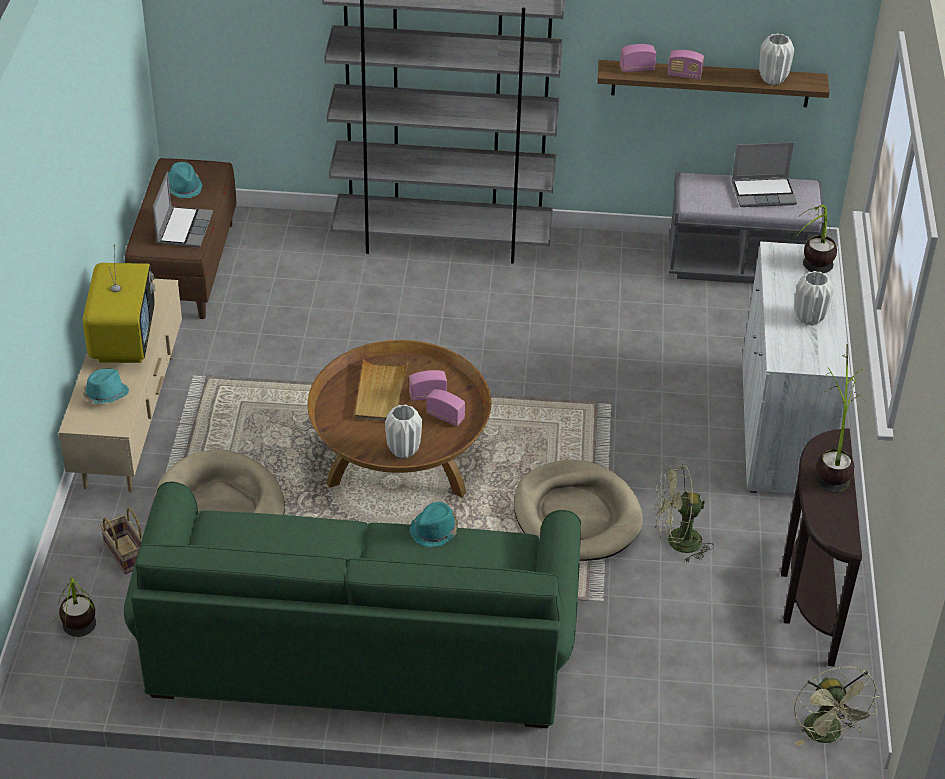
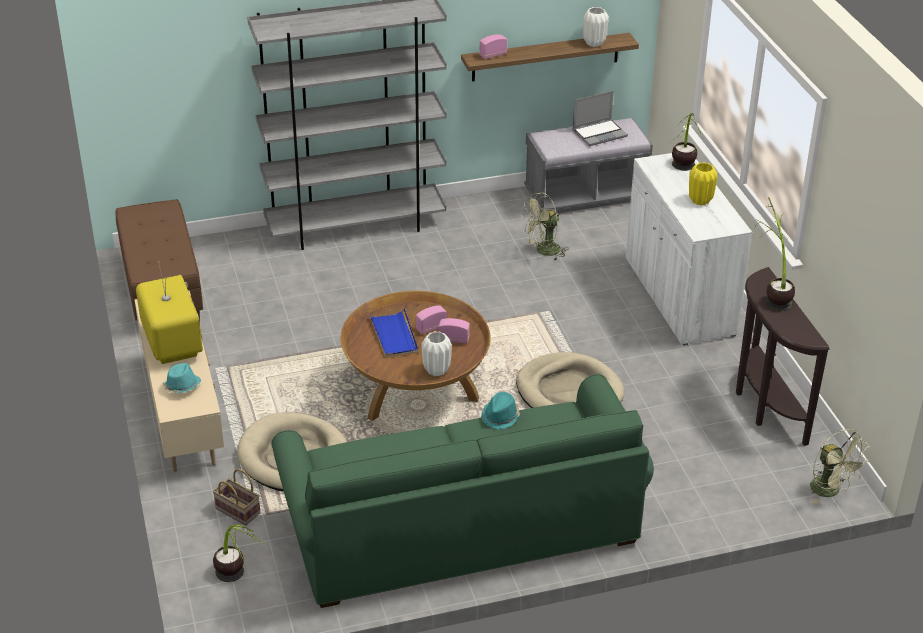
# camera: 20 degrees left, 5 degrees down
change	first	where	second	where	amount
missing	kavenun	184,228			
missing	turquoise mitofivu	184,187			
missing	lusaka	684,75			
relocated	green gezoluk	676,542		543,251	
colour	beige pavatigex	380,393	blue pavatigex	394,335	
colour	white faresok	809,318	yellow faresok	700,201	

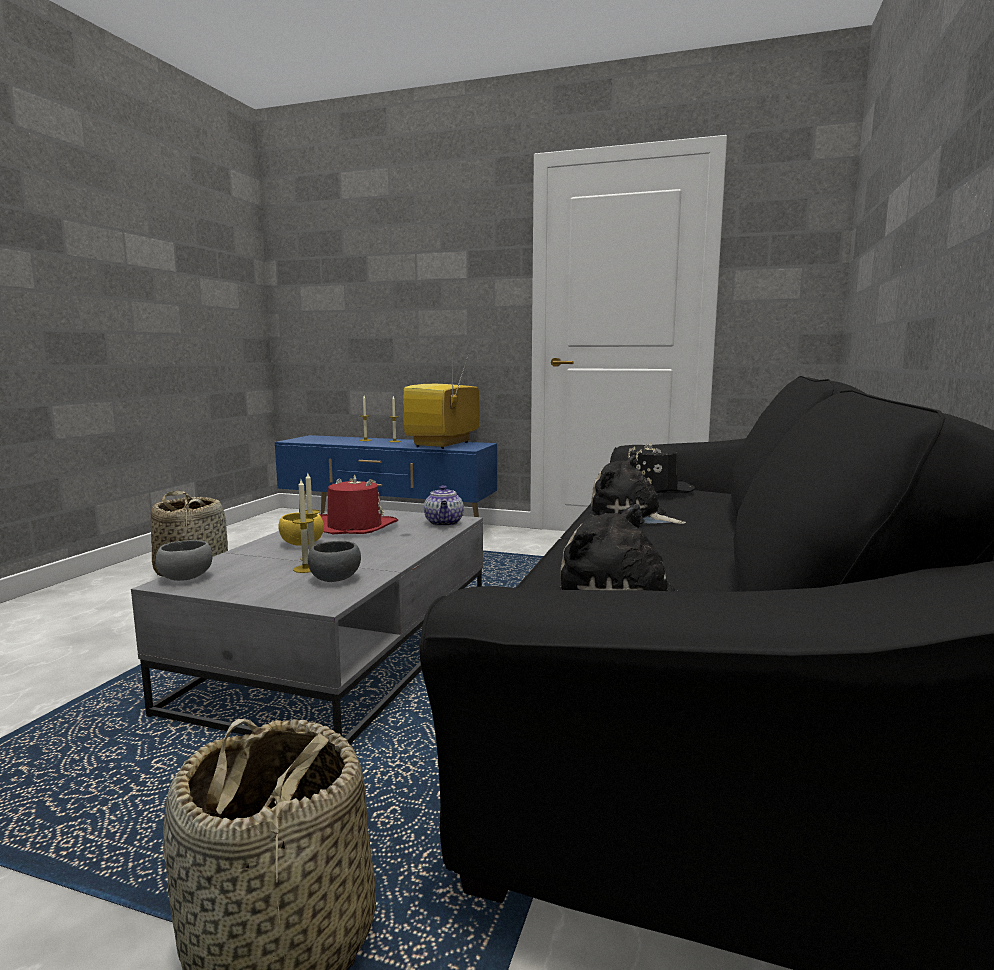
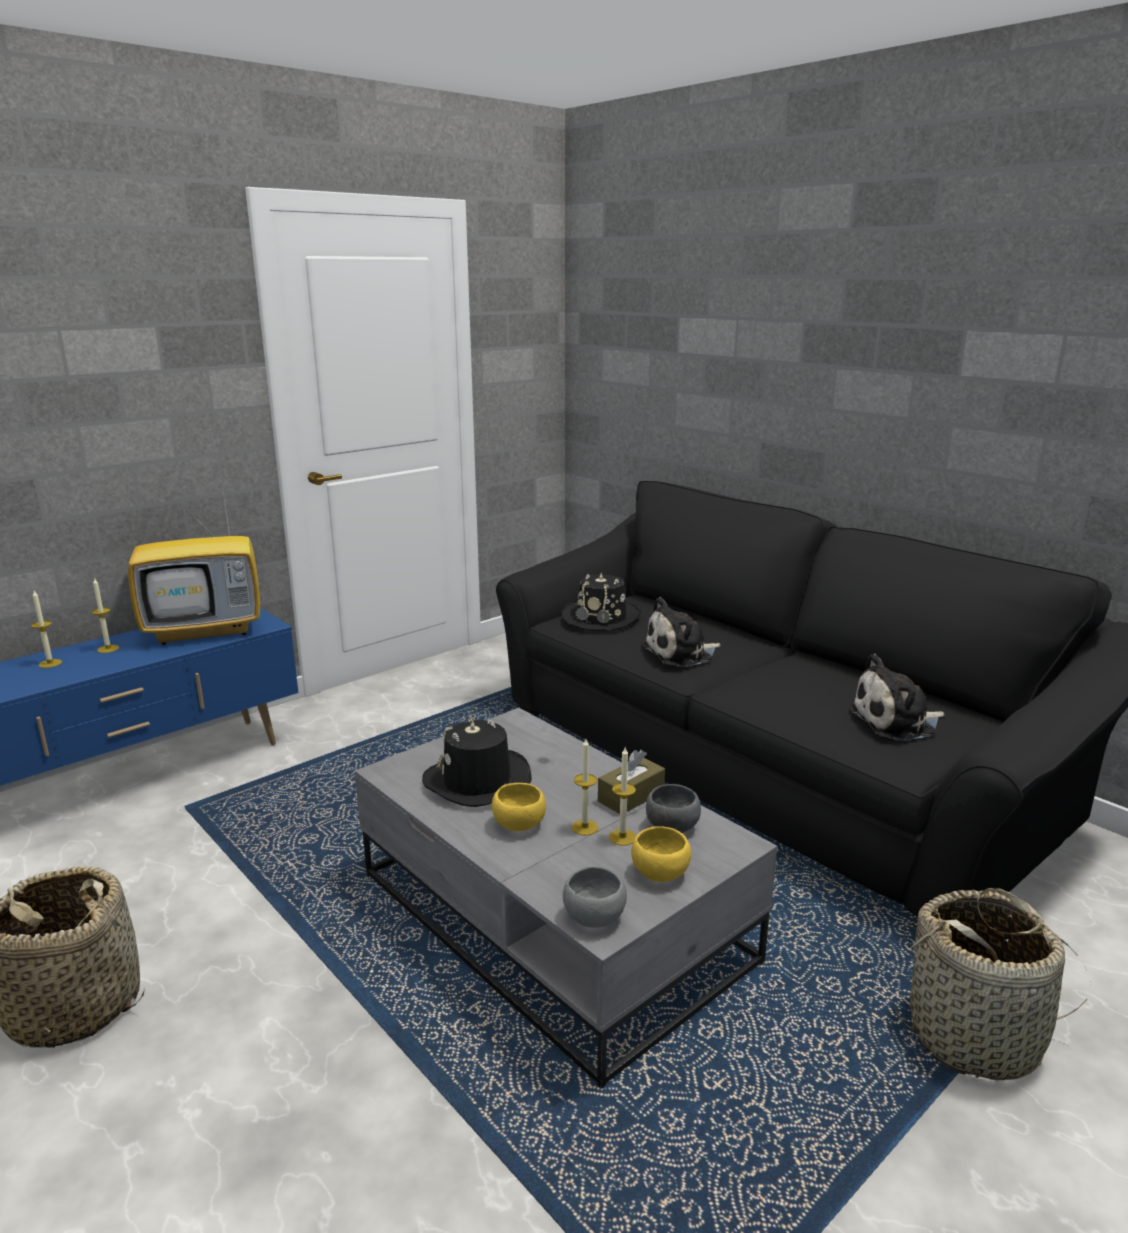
# camera: 60 degrees left, 10 degrees up
change	first	where	second	where	amount
missing	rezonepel	444,523			
appeared			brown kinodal	631,796	
appeared			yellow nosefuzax	660,872	
colour	red mitofivu	354,527	black mitofivu	477,781	
spun	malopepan	443,445		207,630	75 degrees counterclockwise

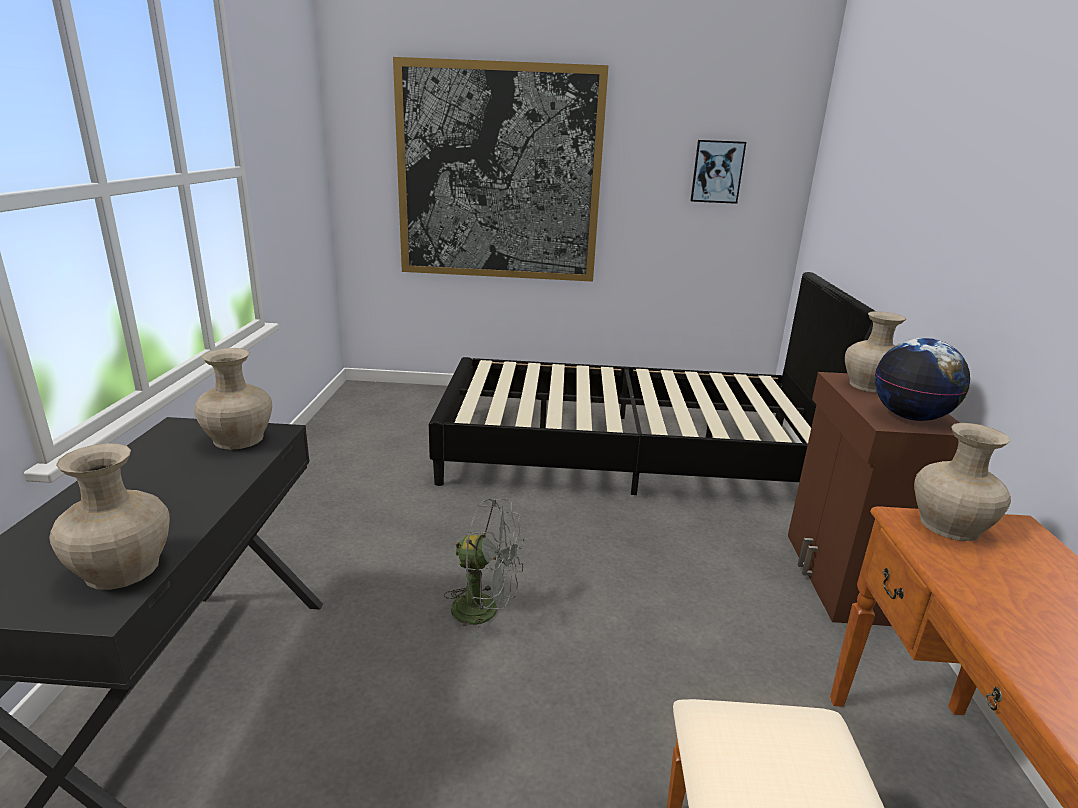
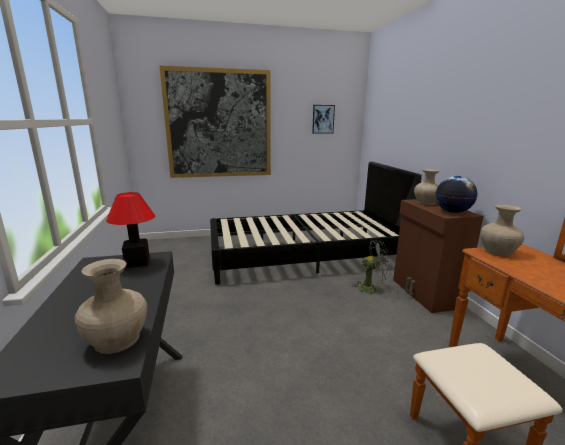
# camera: 15 degrees left, 5 degrees down
change	first	where	second	where	amount
relocated	grey gezoluk	485,610		371,288	
exchanged	beige faresok	237,439	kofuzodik	137,263	

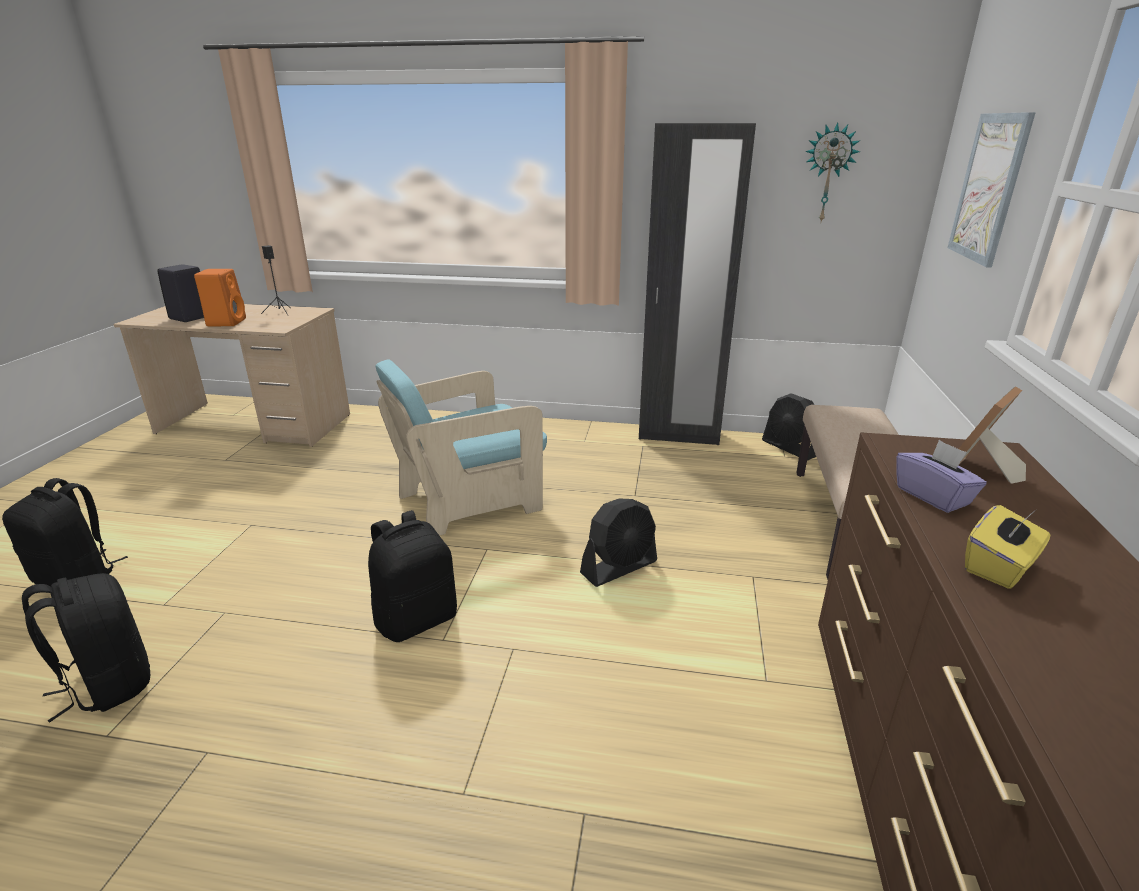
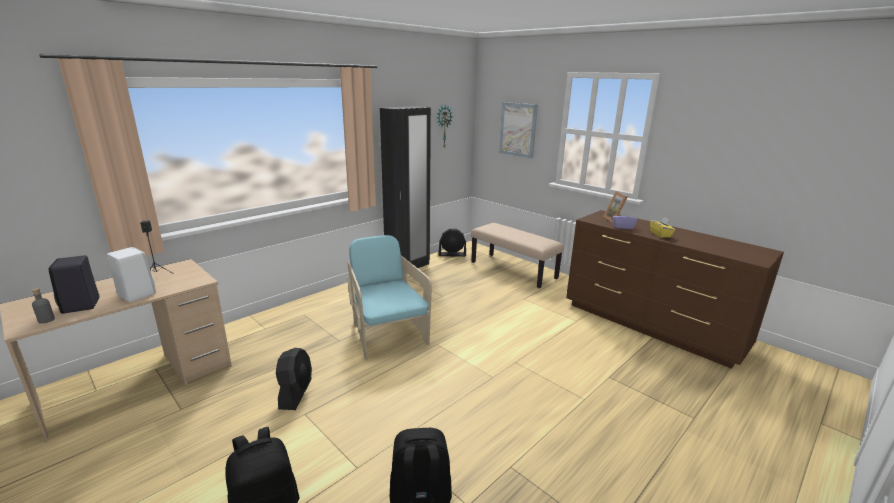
# camera: 55 degrees left, 5 degrees down
change	first	where	second	where	amount
missing	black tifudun	417,619			
appeared			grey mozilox	46,320	
relocated	black gezoluk	619,567		296,393	
colour	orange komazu	227,322	white komazu	136,294	
spun	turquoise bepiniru	469,501		387,334	150 degrees clockwise

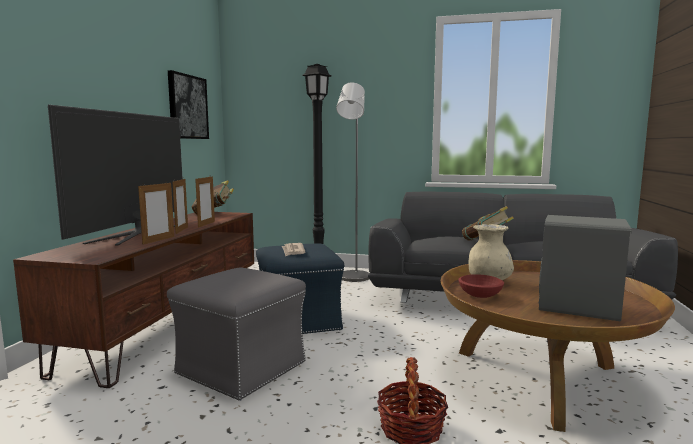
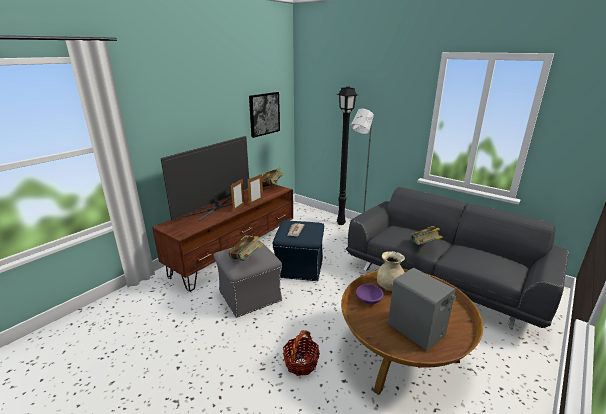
# camera: 25 degrees right, 15 degrees up
change	first	where	second	where	amount
missing	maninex	159,240			
appeared			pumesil	246,259	
colour	red nosefuzax	481,295	purple nosefuzax	369,300	

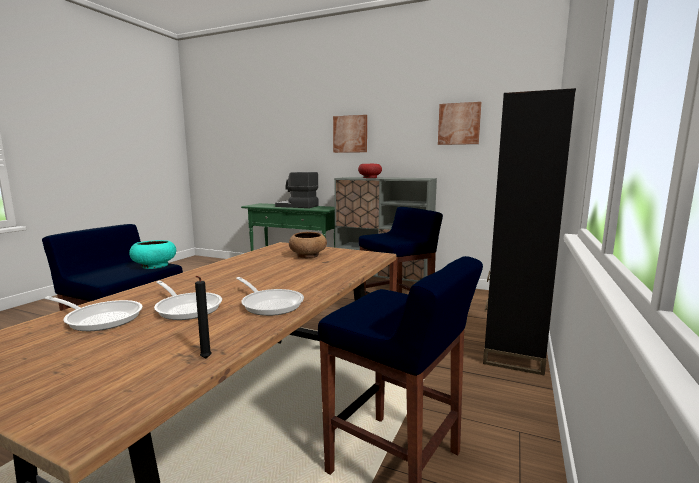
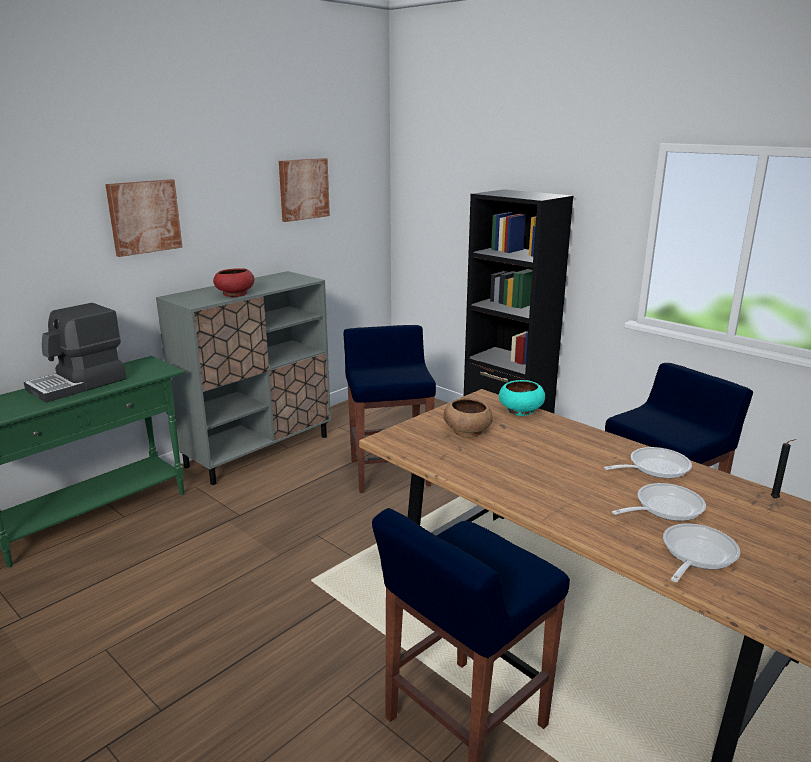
# camera: 70 degrees left, 10 degrees up
change	first	where	second	where	amount
relocated	turquoise nosefuzax	154,266		520,411	

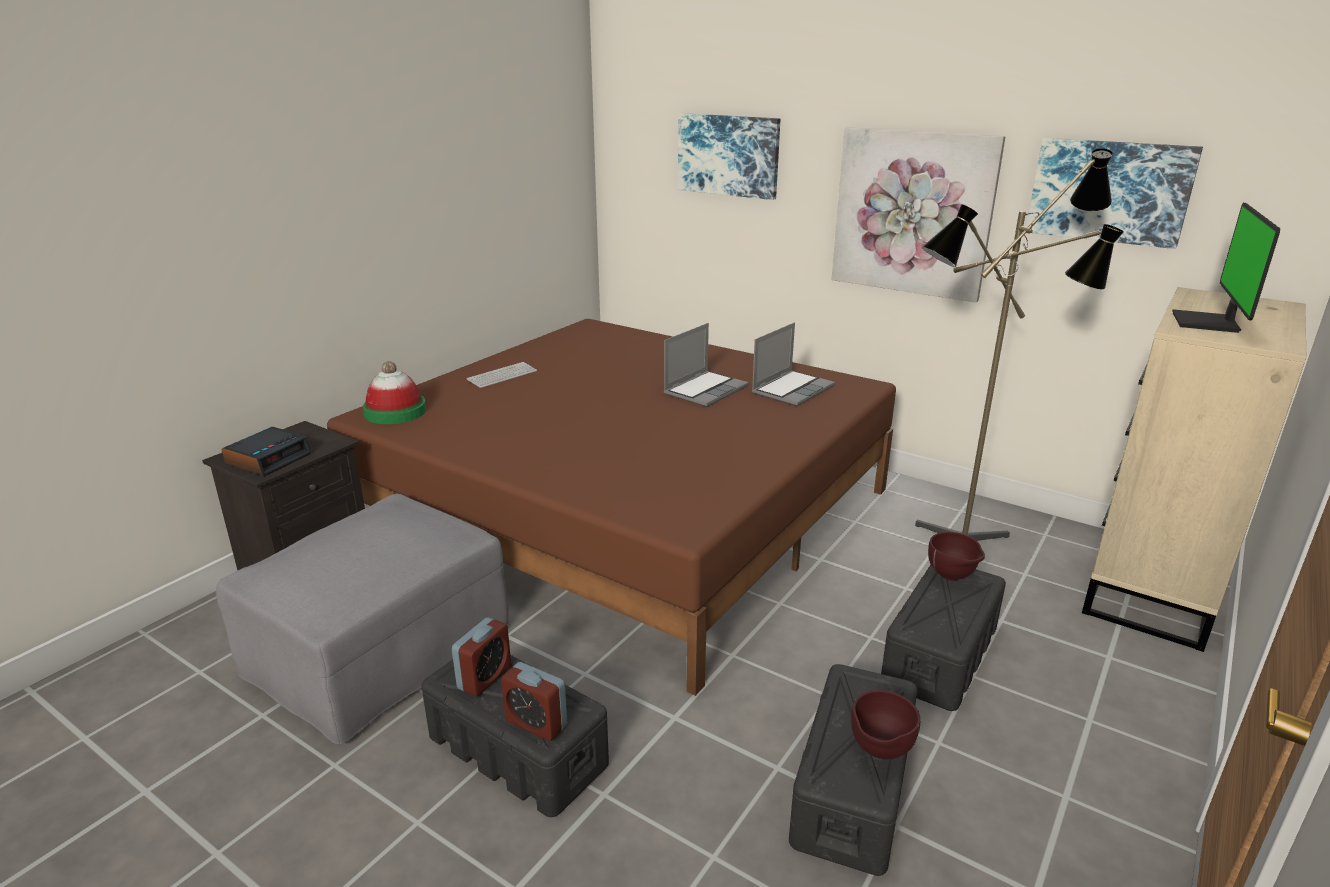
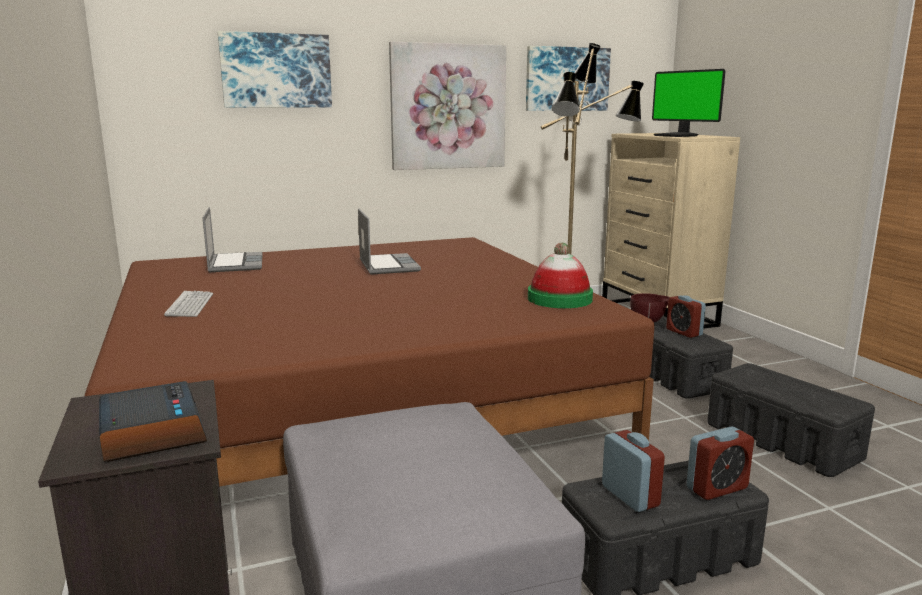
# camera: 55 degrees left, 10 degrees down
change	first	where	second	where	amount
missing	brown nosefuzax	879,752			
appeared			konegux	684,332	
relocated	mitofivu	395,412		559,299	
relocated	kavenun	792,389		235,264	

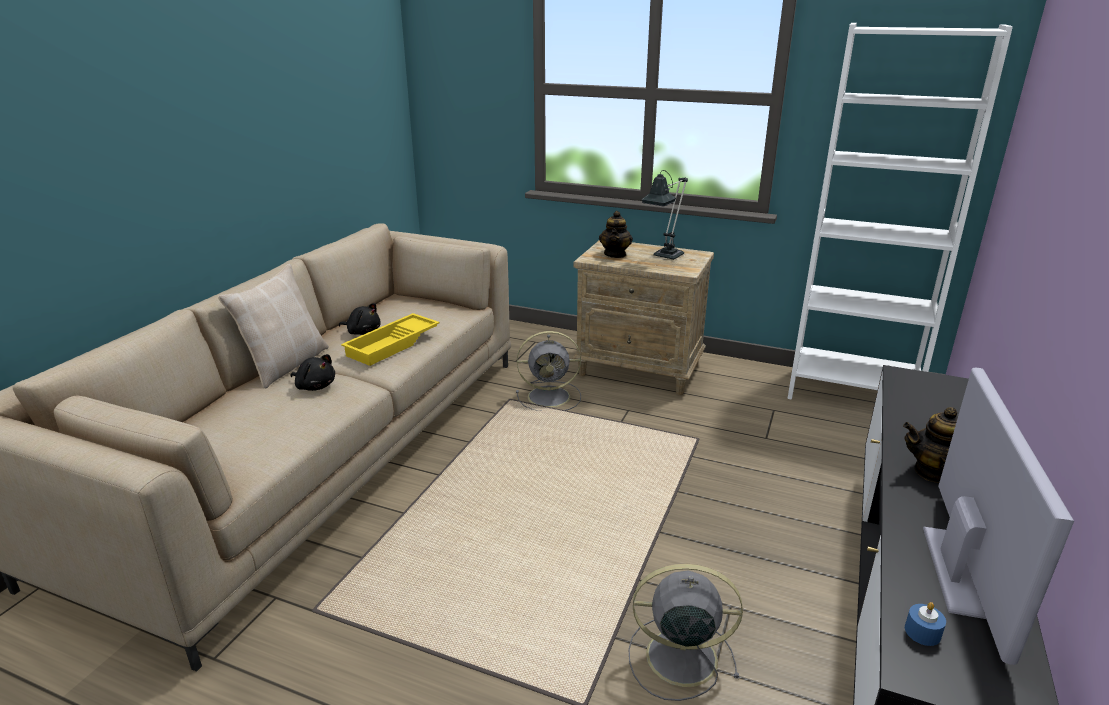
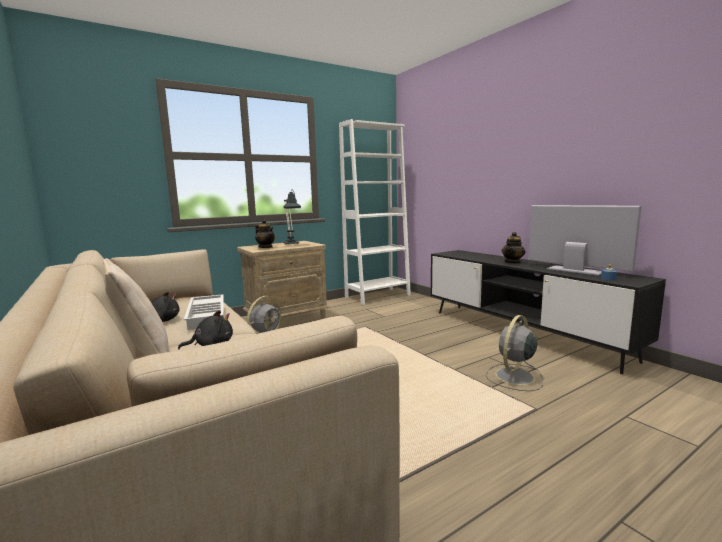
# camera: 55 degrees left, 15 degrees down
change	first	where	second	where	amount
colour	yellow pavatigex	393,345	white pavatigex	208,316	

